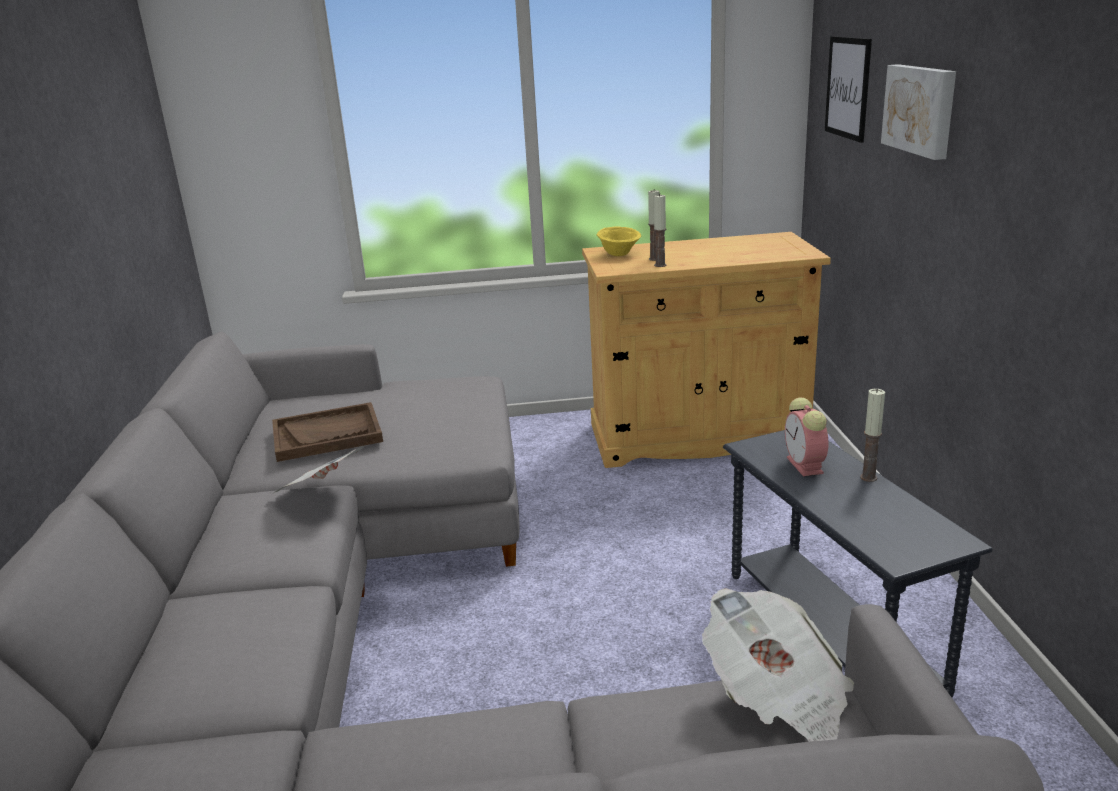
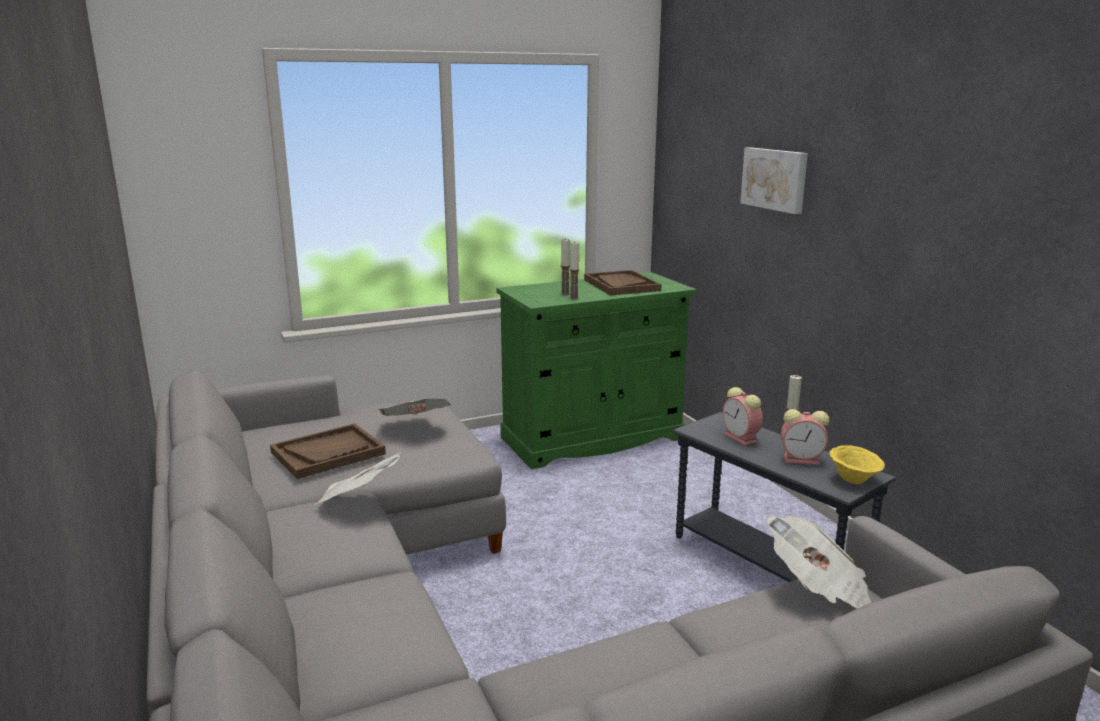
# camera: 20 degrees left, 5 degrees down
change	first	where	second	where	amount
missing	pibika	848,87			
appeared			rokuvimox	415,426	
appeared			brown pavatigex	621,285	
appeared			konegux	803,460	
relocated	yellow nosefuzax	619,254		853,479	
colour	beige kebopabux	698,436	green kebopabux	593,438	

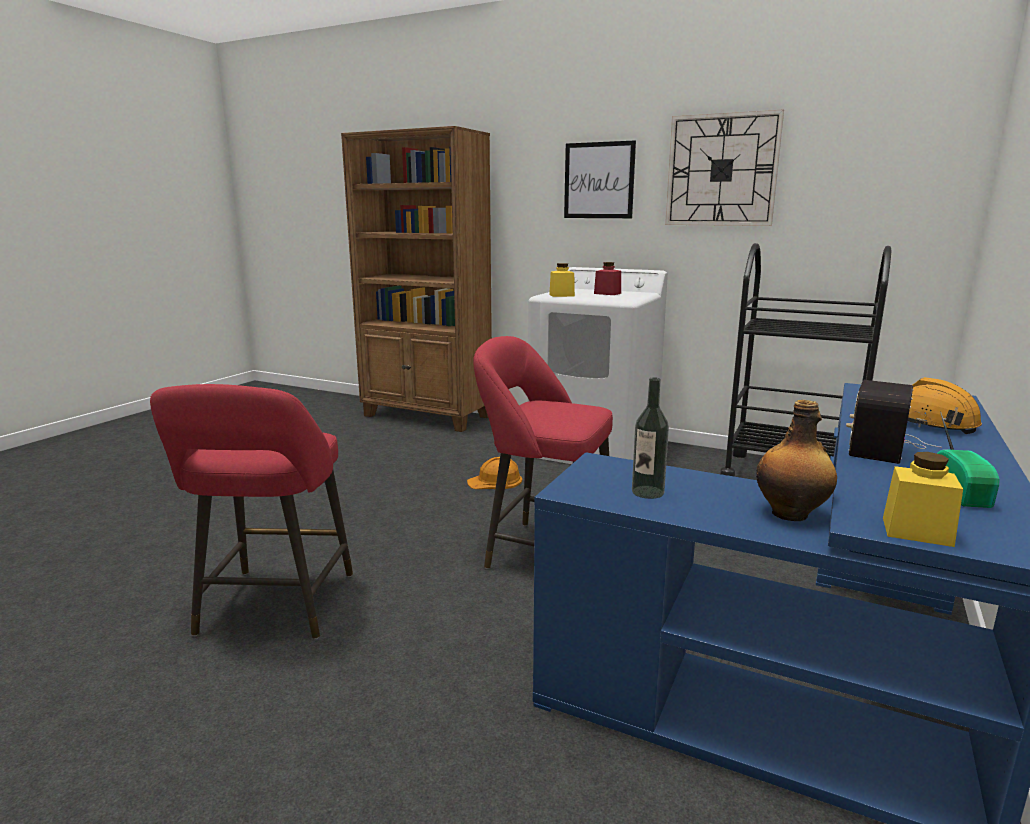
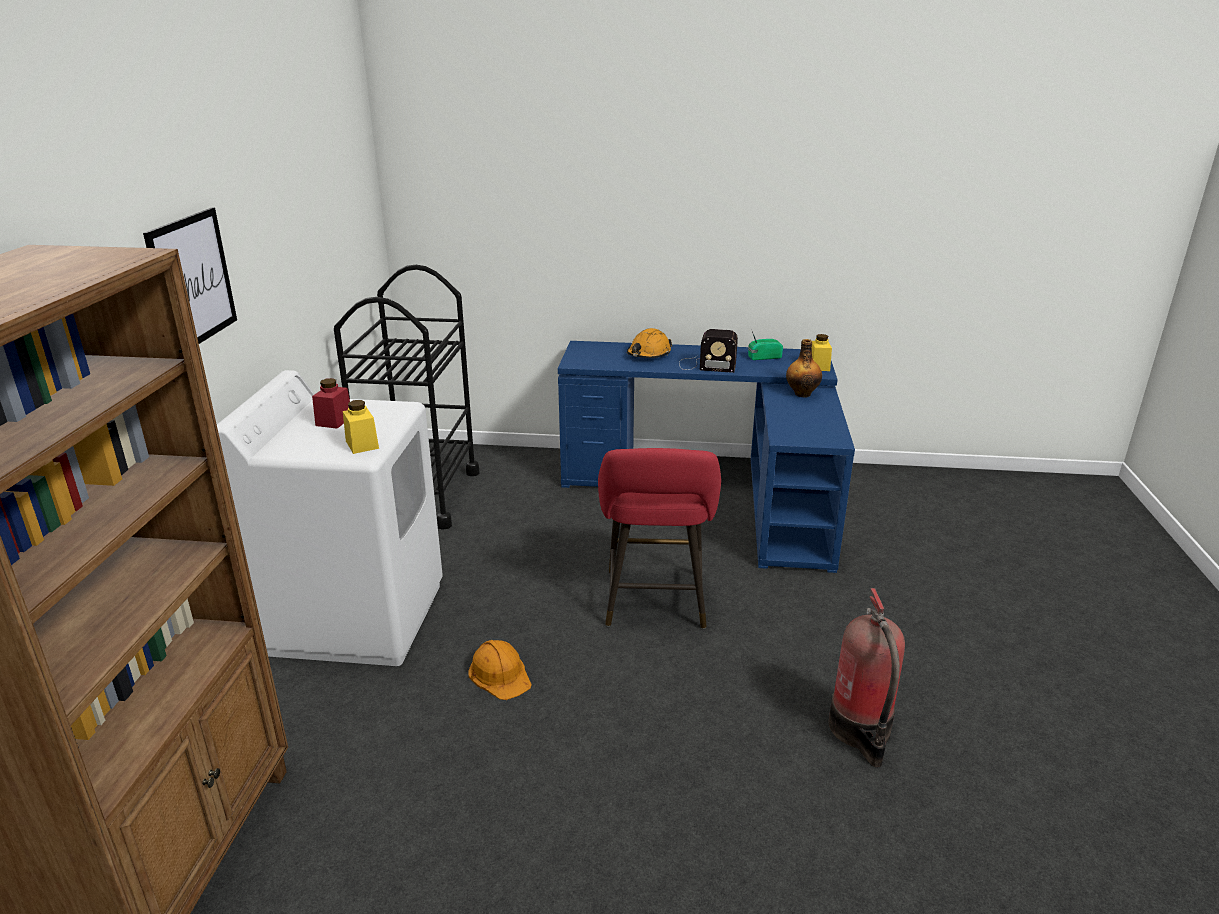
# camera: 110 degrees left, 10 degrees up
change	first	where	second	where	amount
missing	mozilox	647,492			
missing	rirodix	722,170			
exchanged	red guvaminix	274,609	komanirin	861,731	

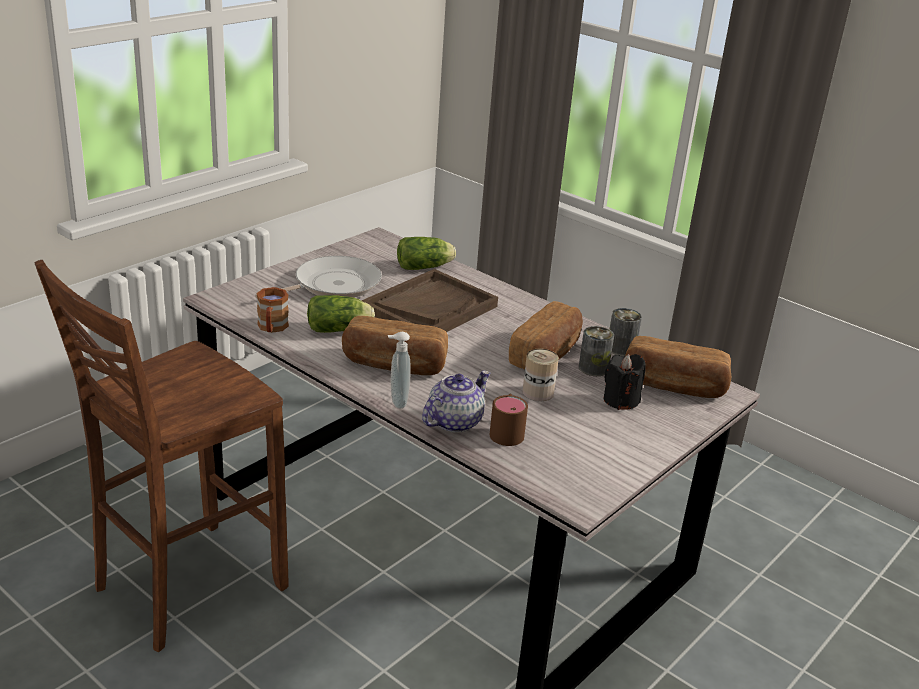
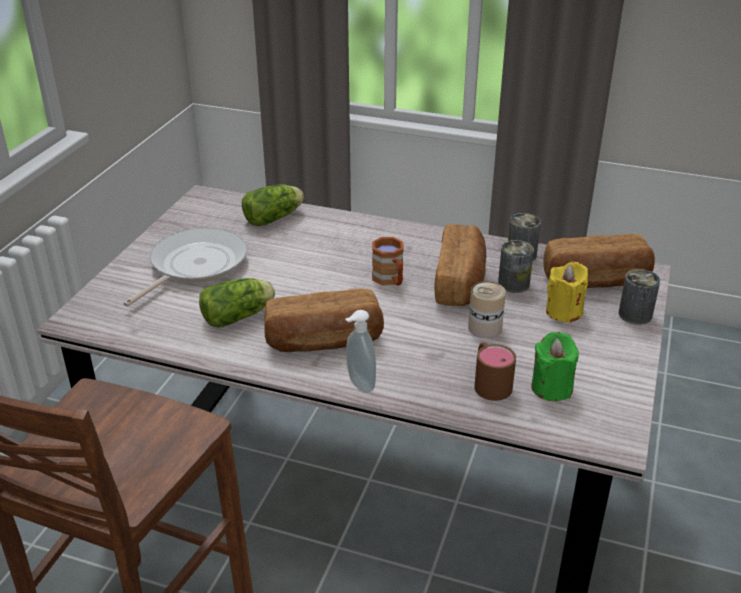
# camera: 20 degrees left, 5 degrees up
change	first	where	second	where	amount
missing	brown pavatigex	429,308			
missing	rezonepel	454,421			
appeared			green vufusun	551,388	
appeared			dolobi	635,314	
relocated	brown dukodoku	272,328		390,280	
colour	black vufusun	621,400	yellow vufusun	564,311	

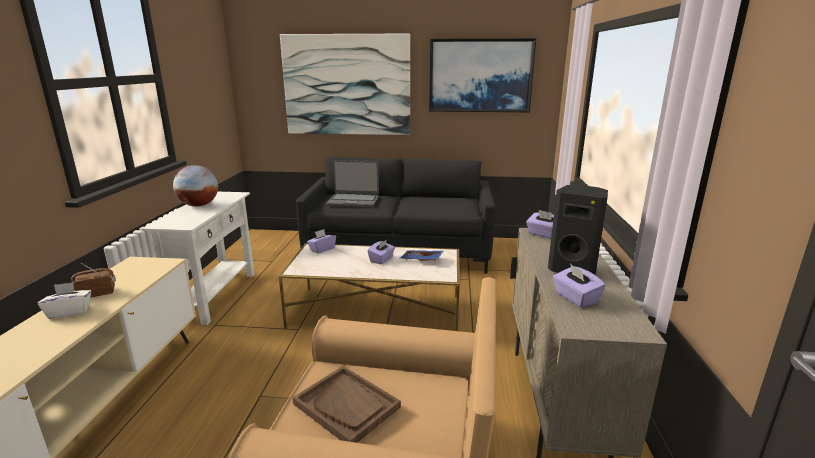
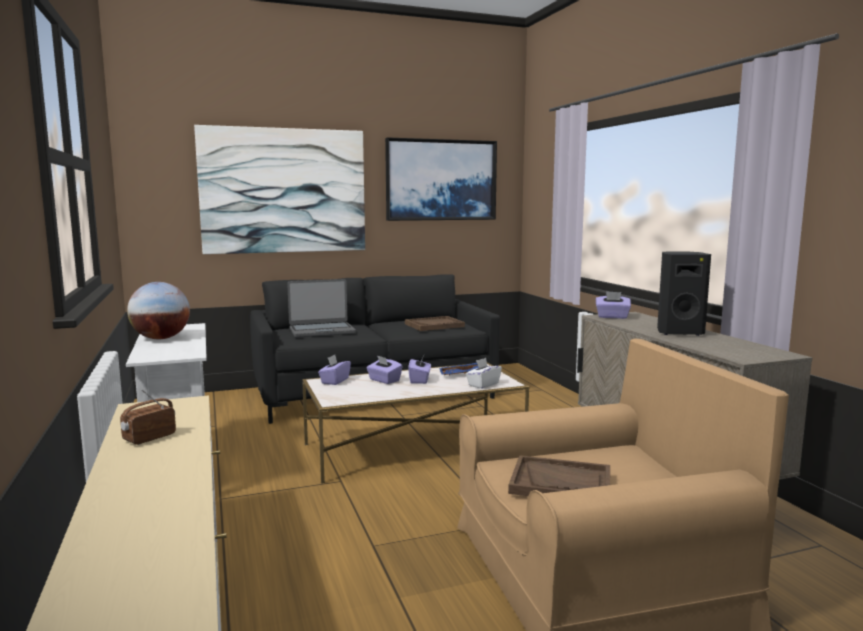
# camera: 25 degrees left, 10 degrees down
change	first	where	second	where	amount
appeared			brown pavatigex	434,325	
relocated	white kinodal	70,312		483,384	
relocated	purple kinodal	575,298		384,380	

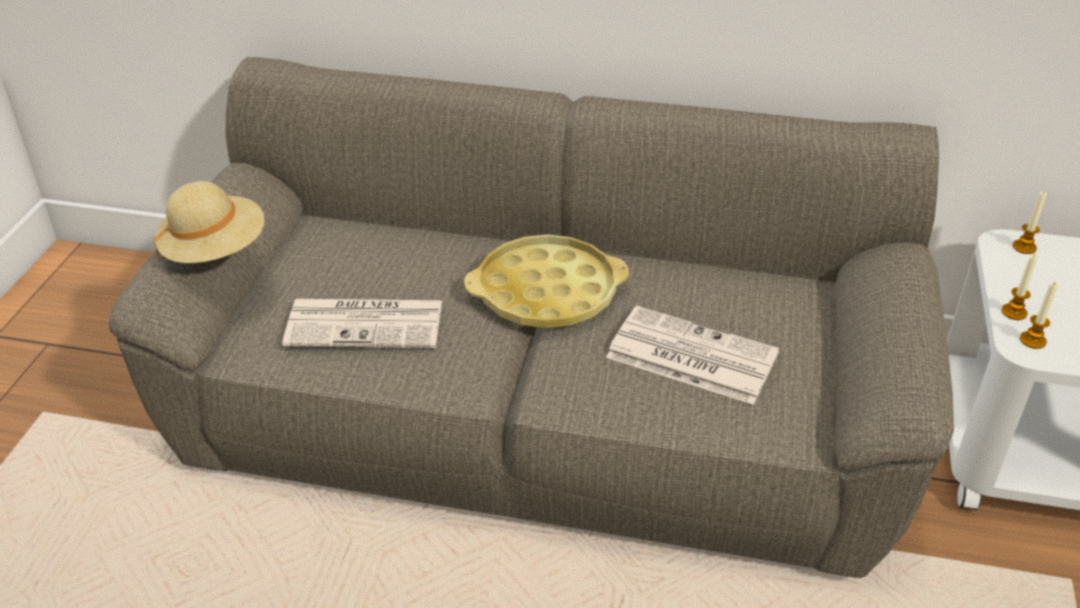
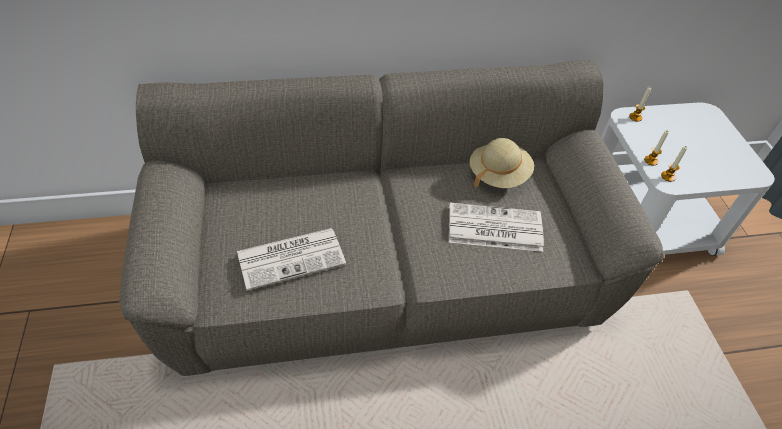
# camera: 25 degrees left, 10 degrees up
change	first	where	second	where	amount
missing	yellow pavatigex	547,292			
relocated	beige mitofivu	215,251		498,174	

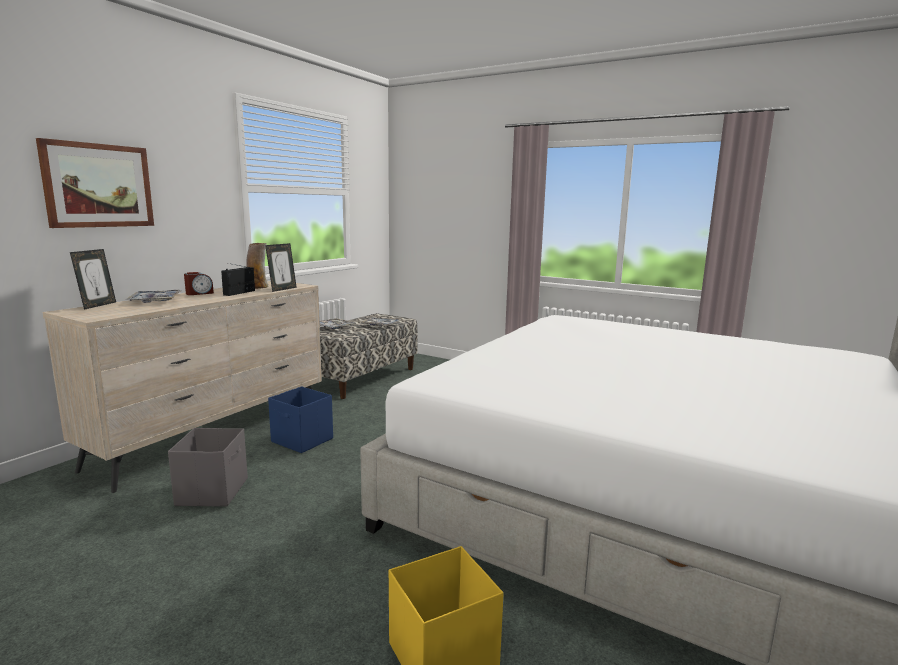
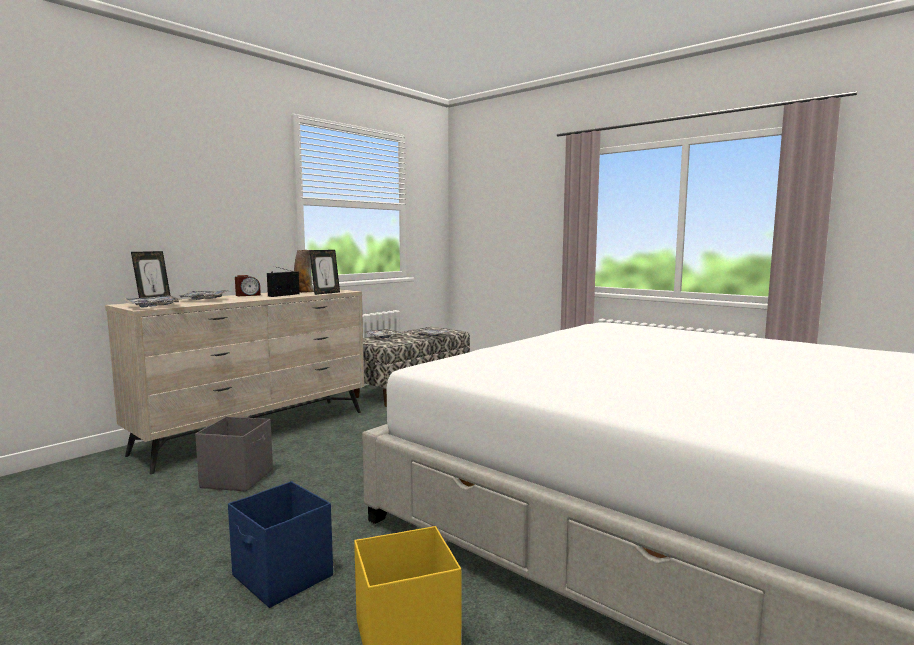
# camera: 10 degrees right, 5 degrees down
change	first	where	second	where	amount
missing	pibika	98,185			
appeared			pavatigex	152,306	
relocated	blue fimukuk	302,440		283,577	

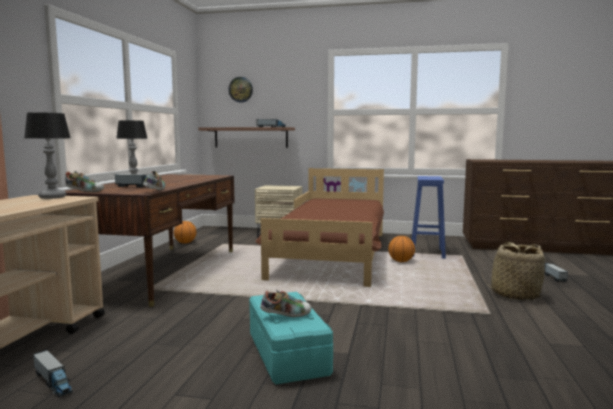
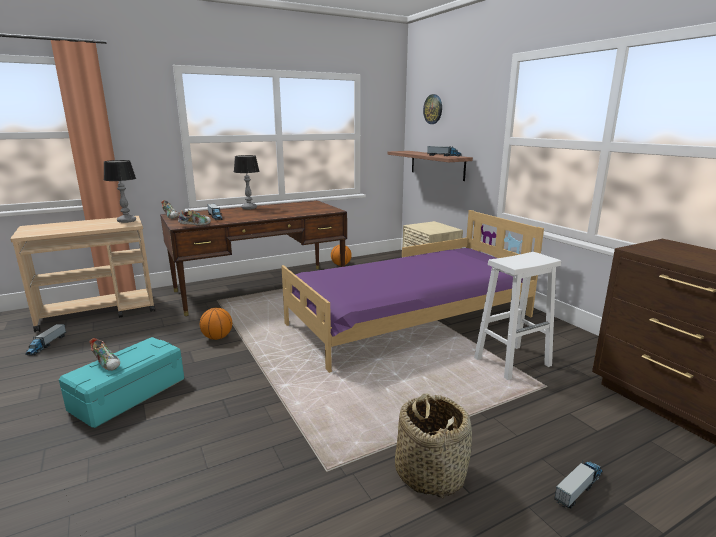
# camera: 50 degrees right, 10 degrees up
change	first	where	second	where	amount
relocated	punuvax	401,261		217,337	
colour	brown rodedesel	333,254	purple rodedesel	410,321	
colour	blue guvaminix	427,253	white guvaminix	513,362	

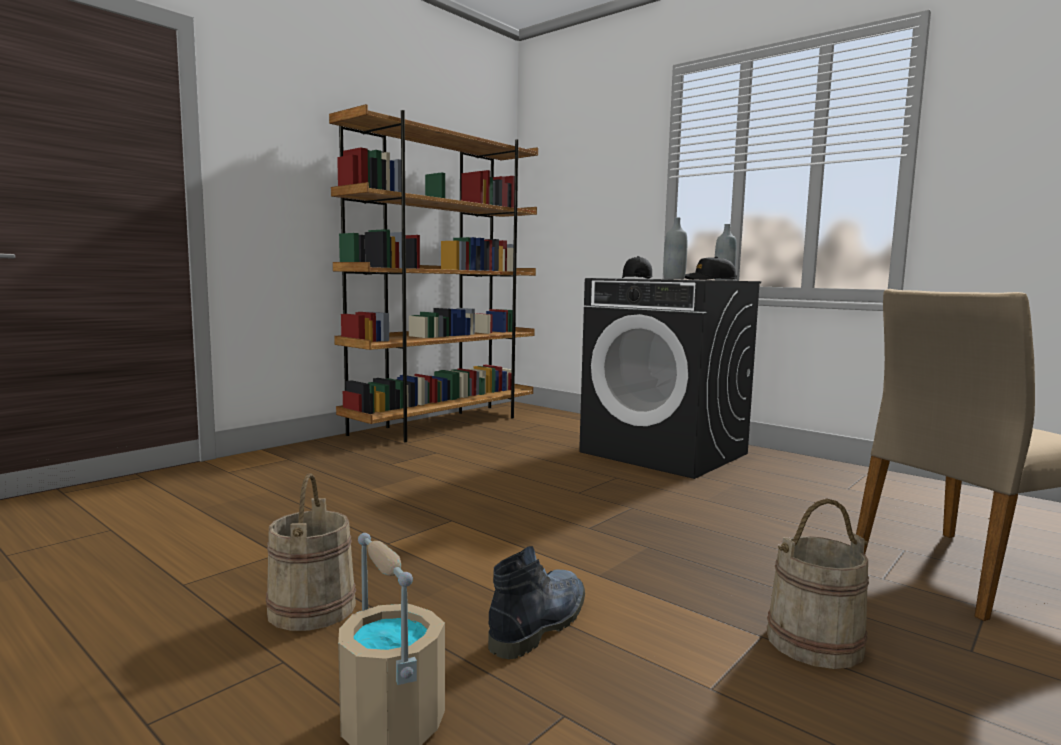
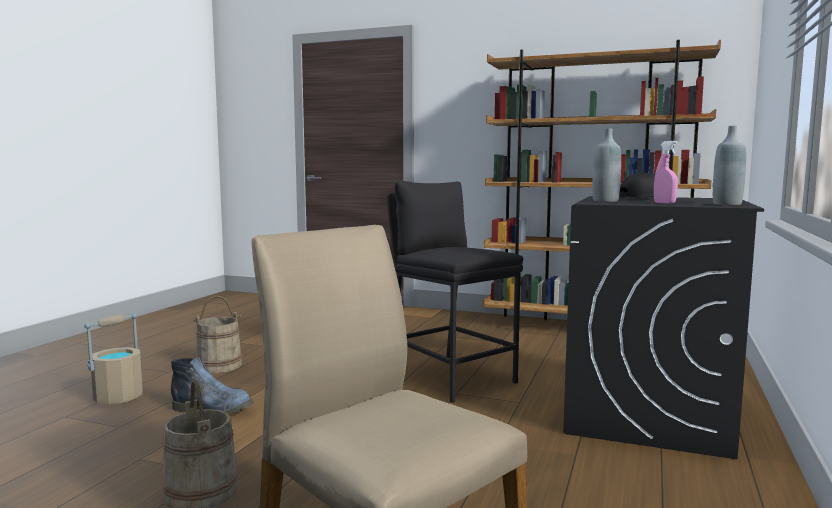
# camera: 70 degrees right, 0 degrees up
change	first	where	second	where	amount
appeared			black guvaminix	451,377	
exchanged	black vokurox	708,279	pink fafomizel	664,203	

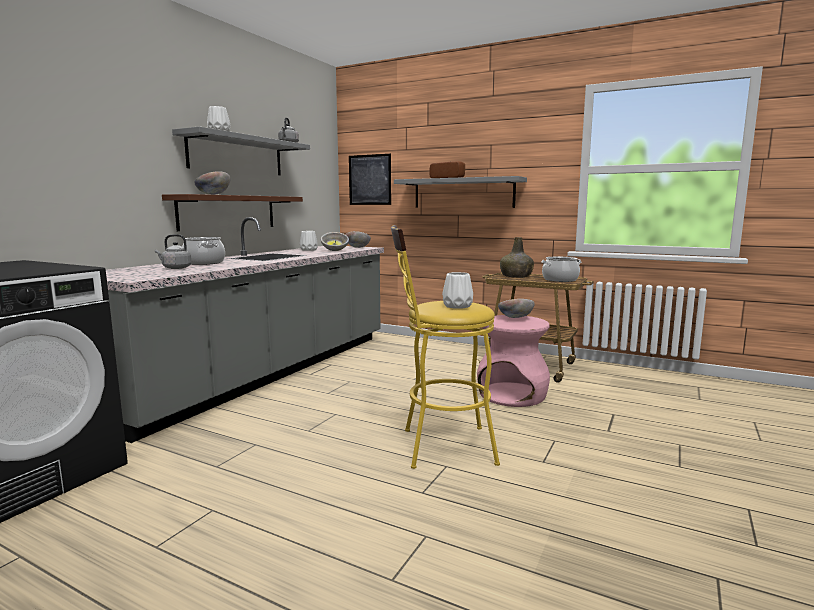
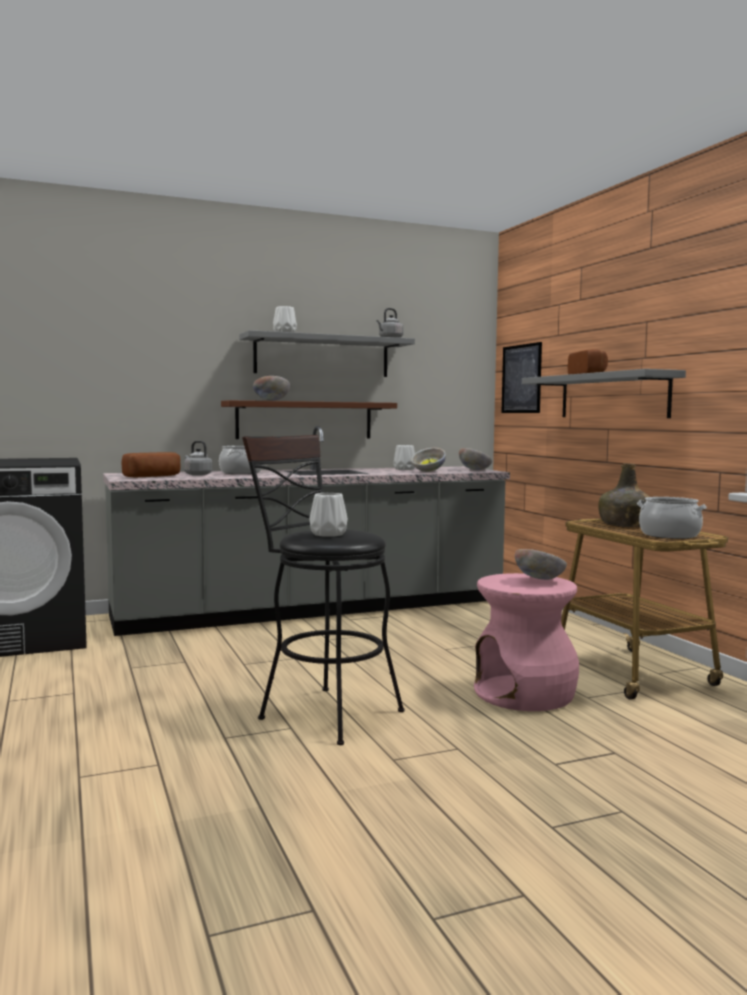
# camera: 40 degrees right, 5 degrees down
change	first	where	second	where	amount
appeared			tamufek	154,476	
colour	yellow guvaminix	439,446	black guvaminix	322,712	

